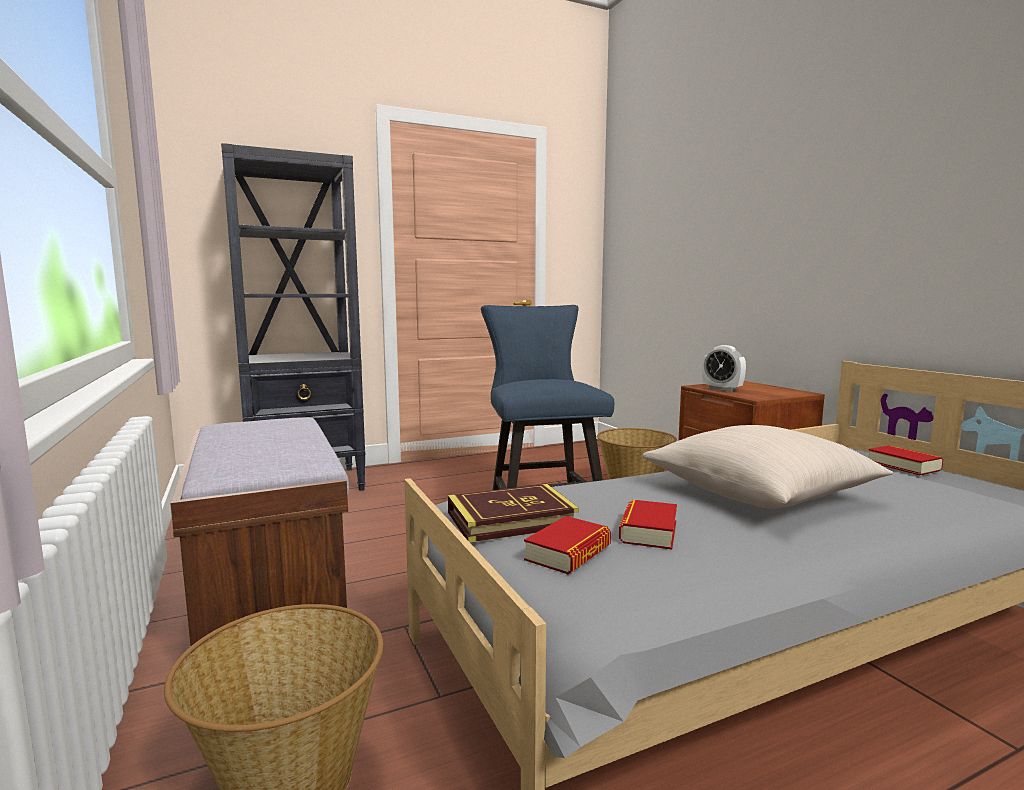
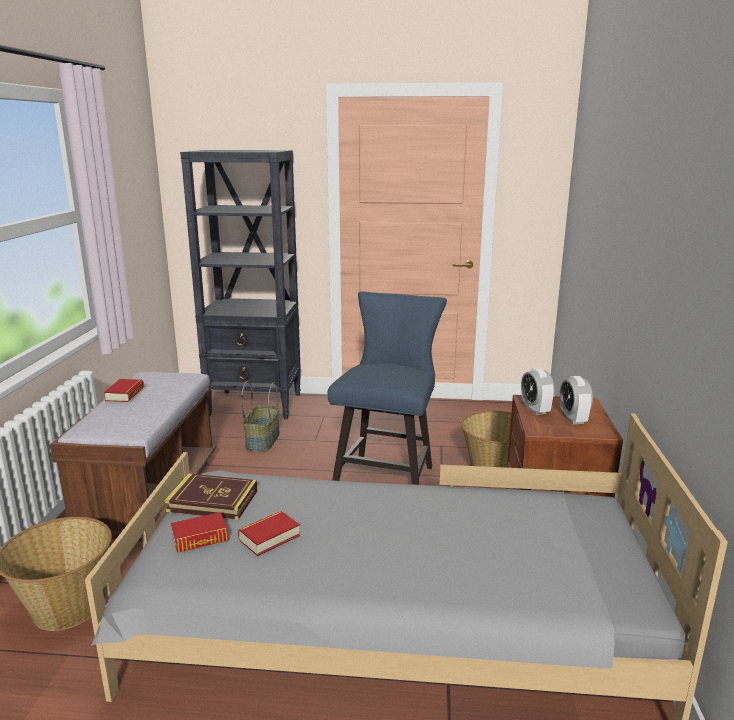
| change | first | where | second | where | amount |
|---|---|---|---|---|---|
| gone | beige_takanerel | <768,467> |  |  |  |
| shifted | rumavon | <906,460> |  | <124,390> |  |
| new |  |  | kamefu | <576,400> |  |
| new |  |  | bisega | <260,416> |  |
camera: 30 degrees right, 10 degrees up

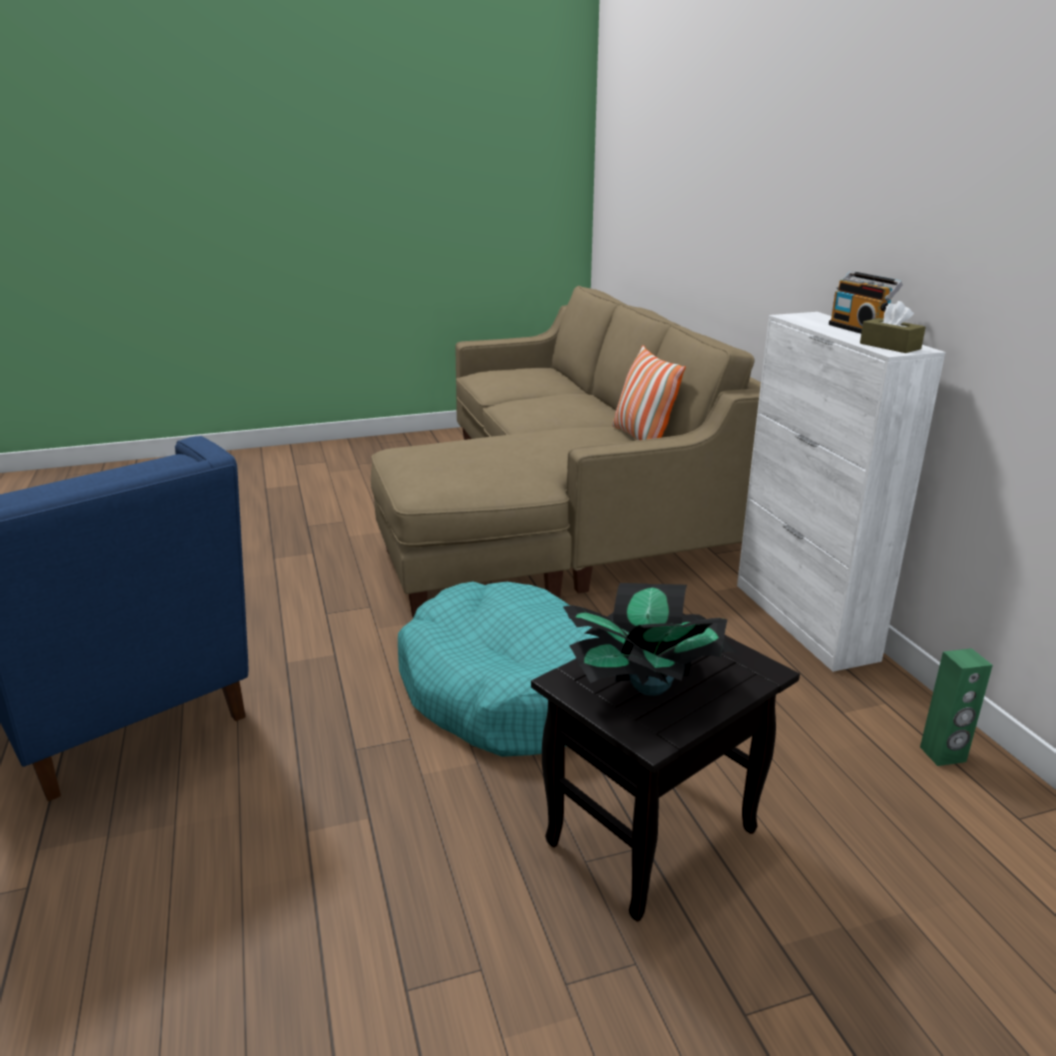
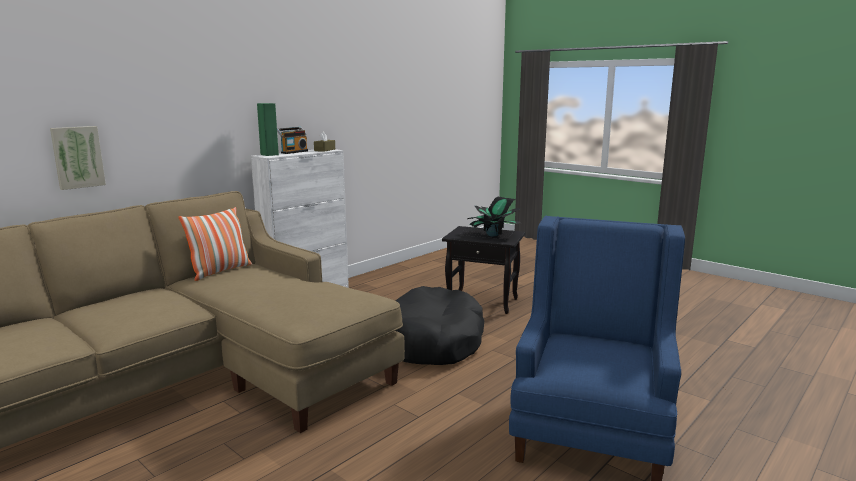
| change | first | where | second | where | amount |
|---|---|---|---|---|---|
| repainted | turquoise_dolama | <499,669> | black_dolama | <439,325> |  |
| shifted | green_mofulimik | <956,707> |  | <268,129> |  |
| new |  |  | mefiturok | <78,158> |  |
camera: 120 degrees left, 10 degrees down

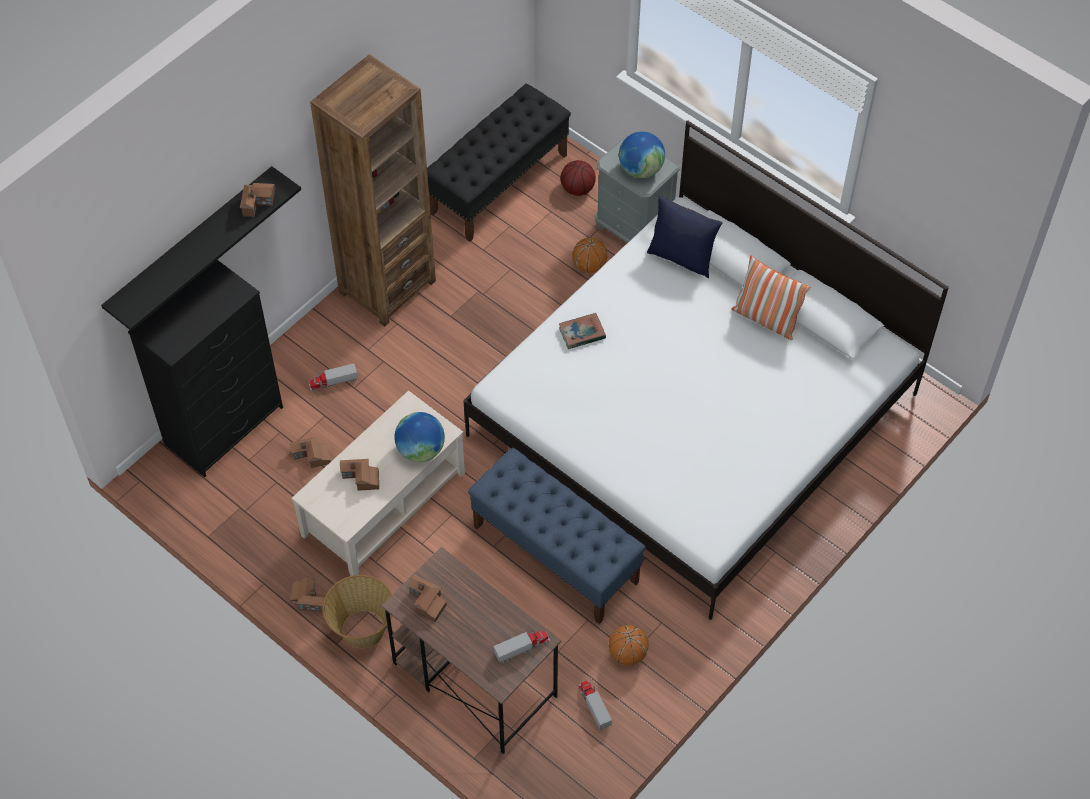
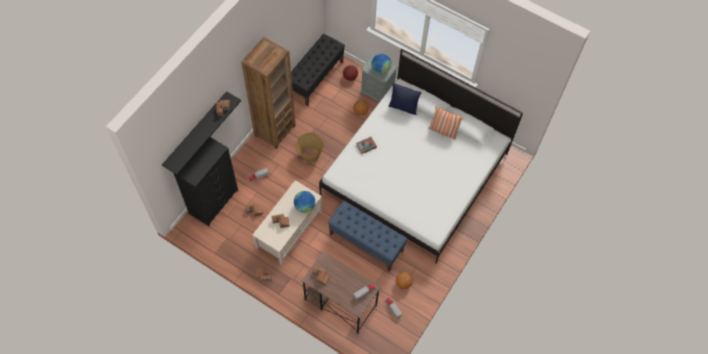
| change | first | where | second | where | amount |
|---|---|---|---|---|---|
| shifted | bisega | <357,612> |  | <309,148> |  |
camera: 10 degrees left, 5 degrees up

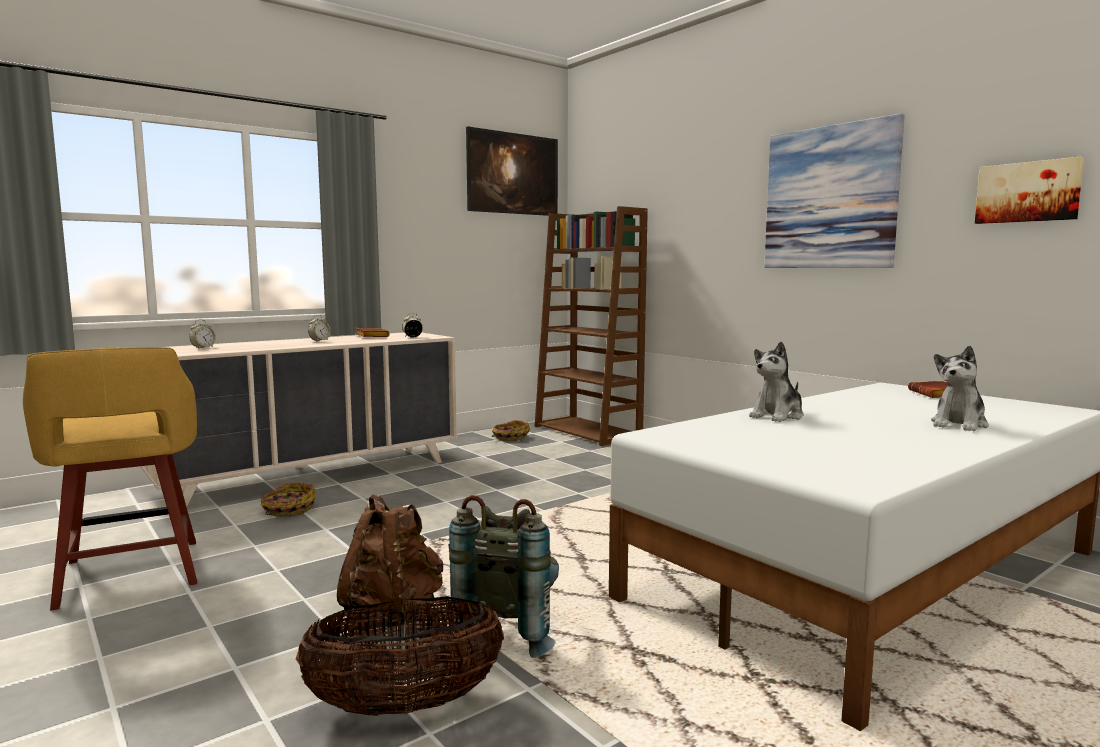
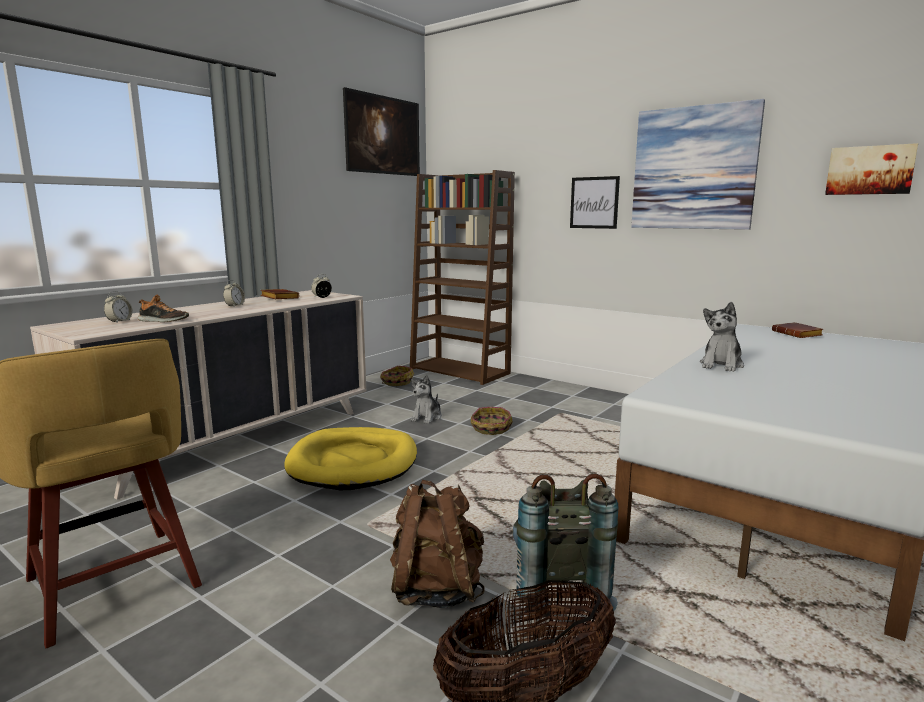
| change | first | where | second | where | amount |
|---|---|---|---|---|---|
| shifted | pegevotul | <960,388> |  | <426,399> |  |
| shifted | bisega | <288,500> |  | <492,421> |  |
| new |  |  | mefiturok | <595,202> |  |
| new |  |  | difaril | <163,308> |  |
| new |  |  | yellow_dolama | <350,458> |  |
camera: 15 degrees left, 5 degrees up

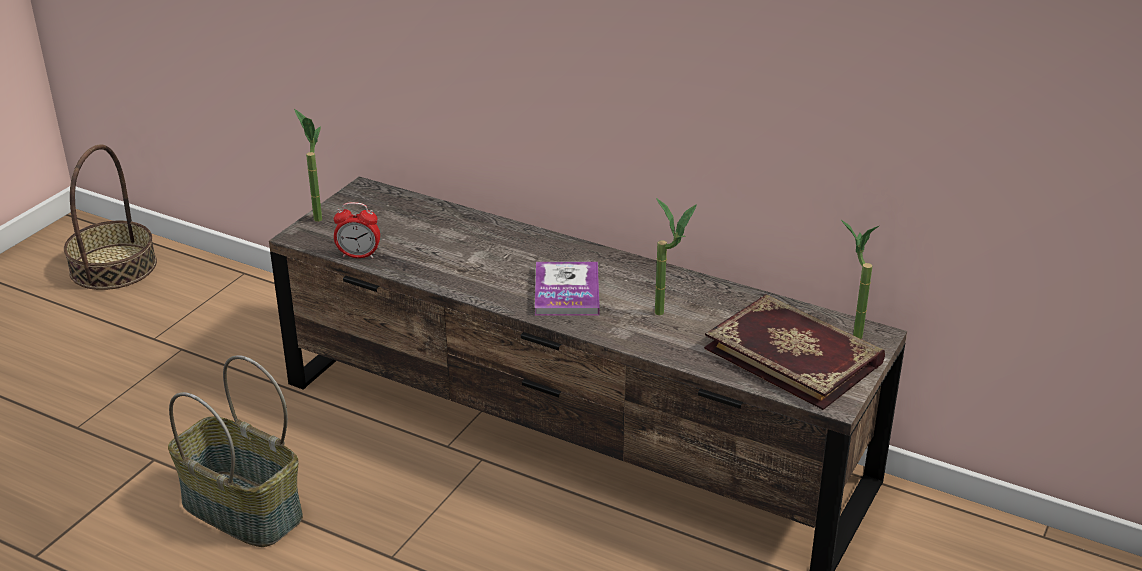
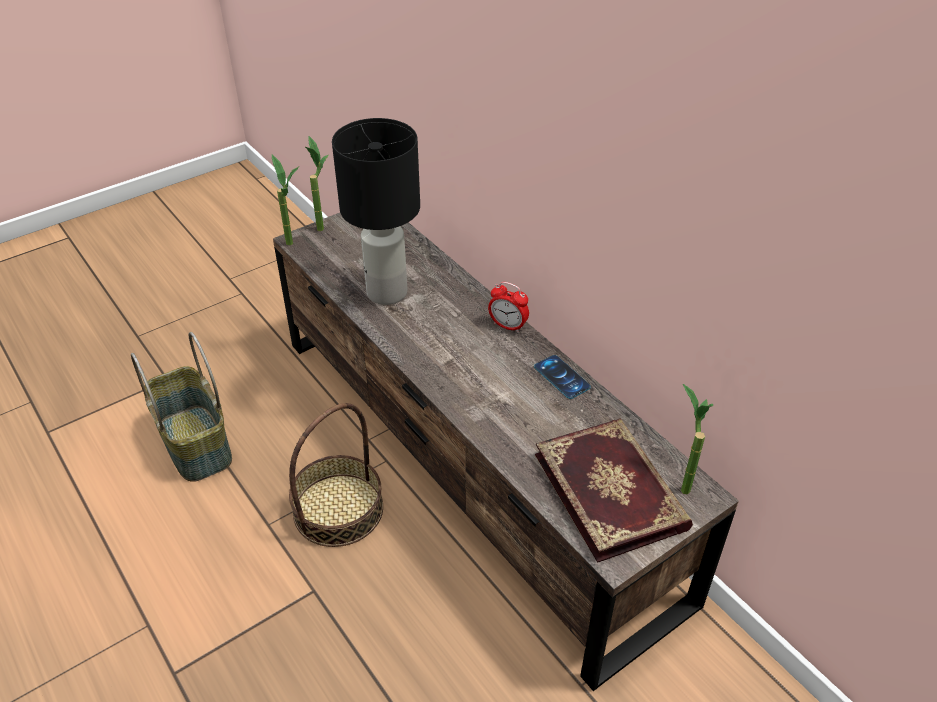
| change | first | where | second | where | amount |
|---|---|---|---|---|---|
| shifted | bisega | <110,217> |  | <336,475> |  |
| shifted | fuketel | <676,256> |  | <285,200> |  |
| shifted | kamefu | <357,230> |  | <508,307> |  |
| gone | rumavon | <567,289> |  |  |  |
| new |  |  | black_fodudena | <376,211> |  |
| new |  |  | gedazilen | <562,377> |  |
camera: 25 degrees right, 10 degrees up

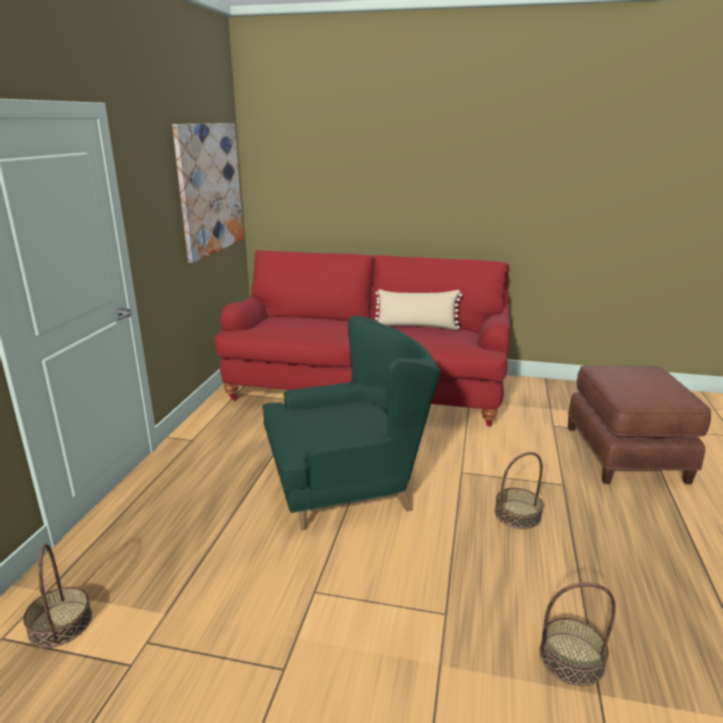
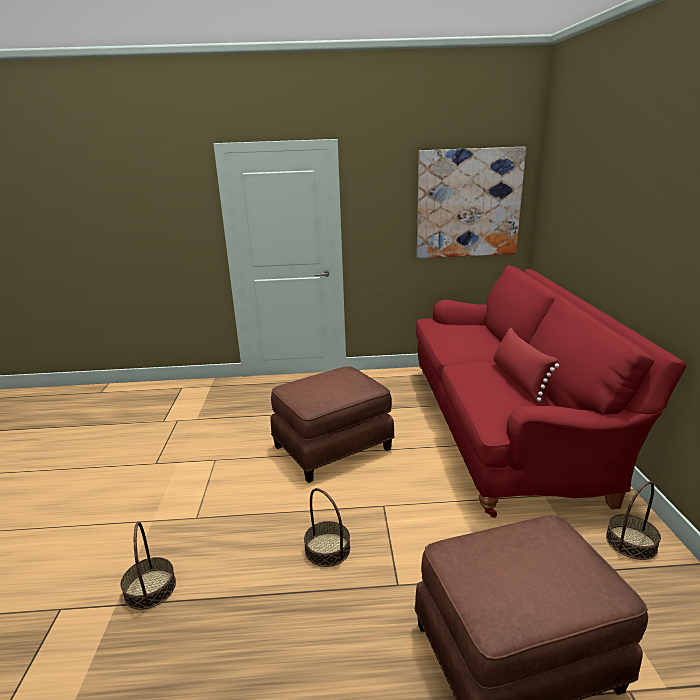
| change | first | where | second | where | amount |
|---|---|---|---|---|---|
| repainted | beige_takanerel | <418,309> | red_takanerel | <526,365> |  |
| swapped | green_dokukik | <351,422> | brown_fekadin | <332,424> |  |
| shifted | bisega | <57,596> |  | <633,520> |  |
camera: 75 degrees right, 0 degrees up

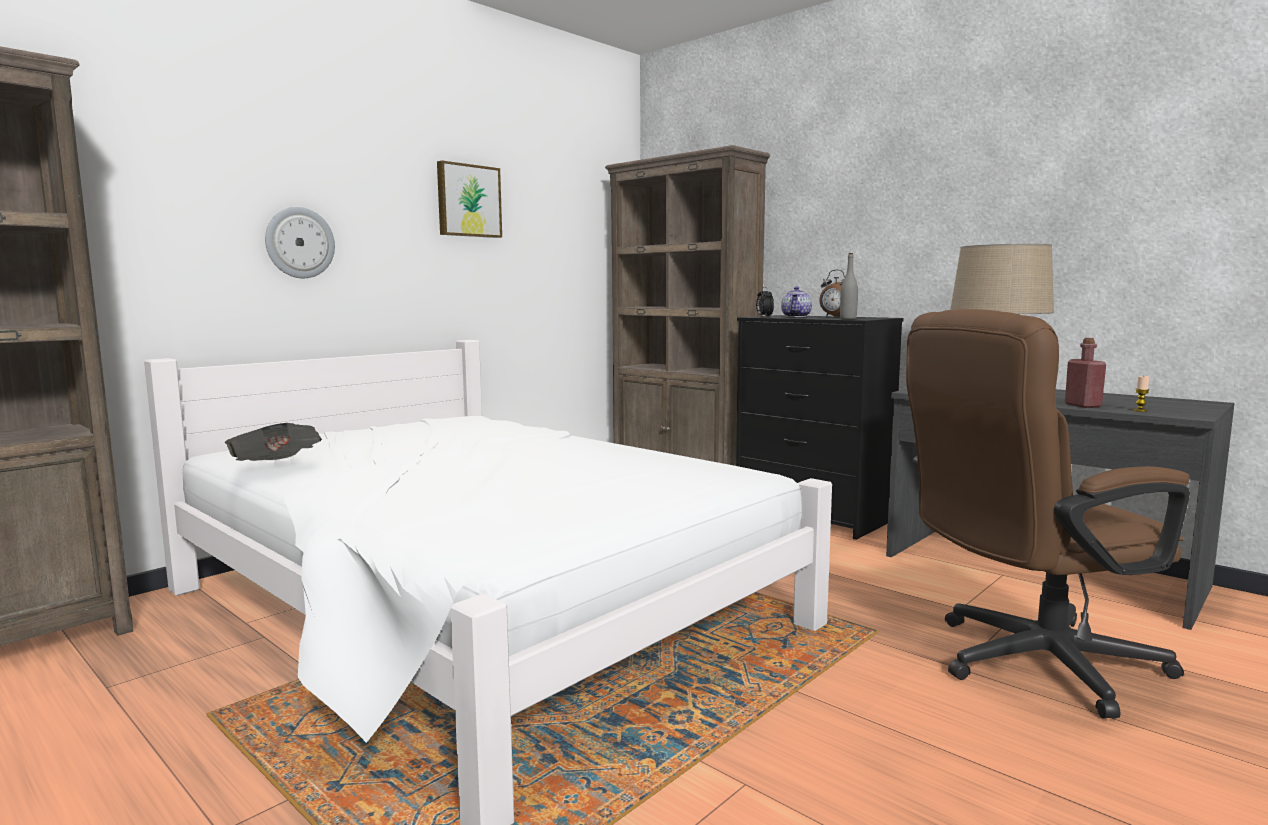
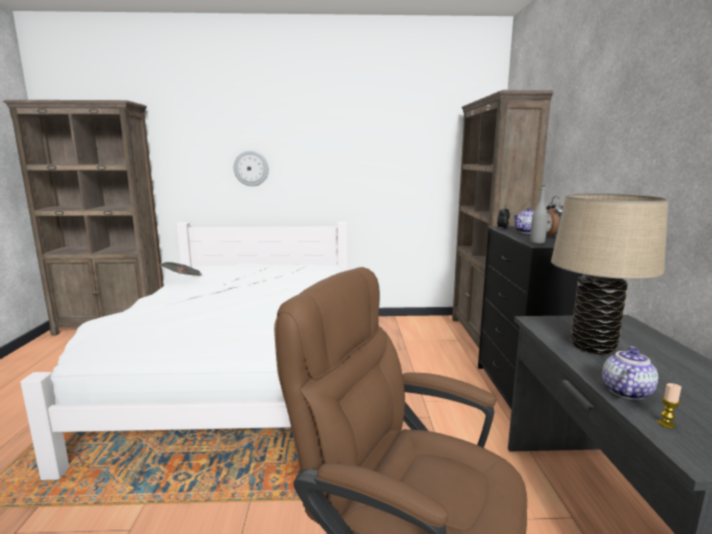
| change | first | where | second | where | amount |
|---|---|---|---|---|---|
| gone | mefiturok | <469,199> |  |  |  |
| swapped | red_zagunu | <1085,373> | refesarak | <630,373> |  |
camera: 45 degrees right, 5 degrees up

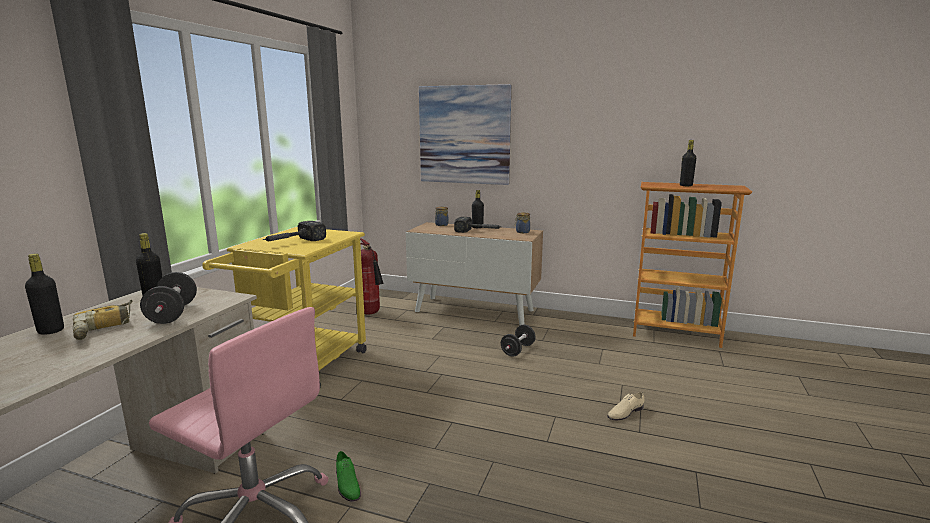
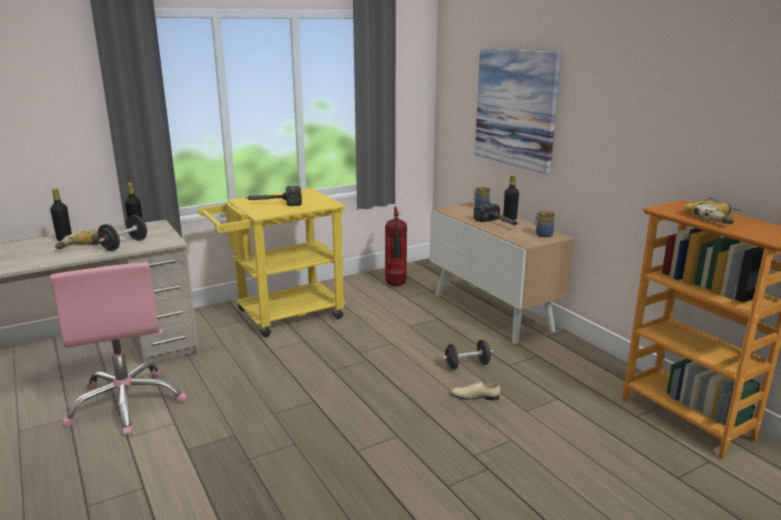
| change | first | where | second | where | amount |
|---|---|---|---|---|---|
| swapped | black_zagunu | <688,163> | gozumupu | <715,211> |  |
| shifted | beige_difaril | <626,406> |  | <475,390> |  |
| gone | green_difaril | <348,476> |  |  |  |
camera: 40 degrees right, 5 degrees up

